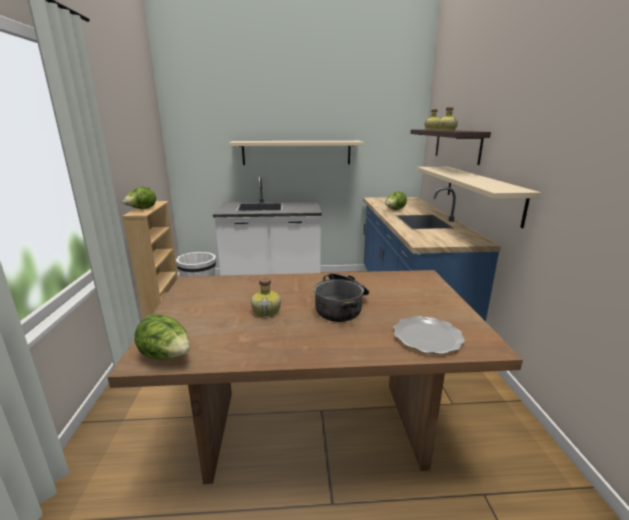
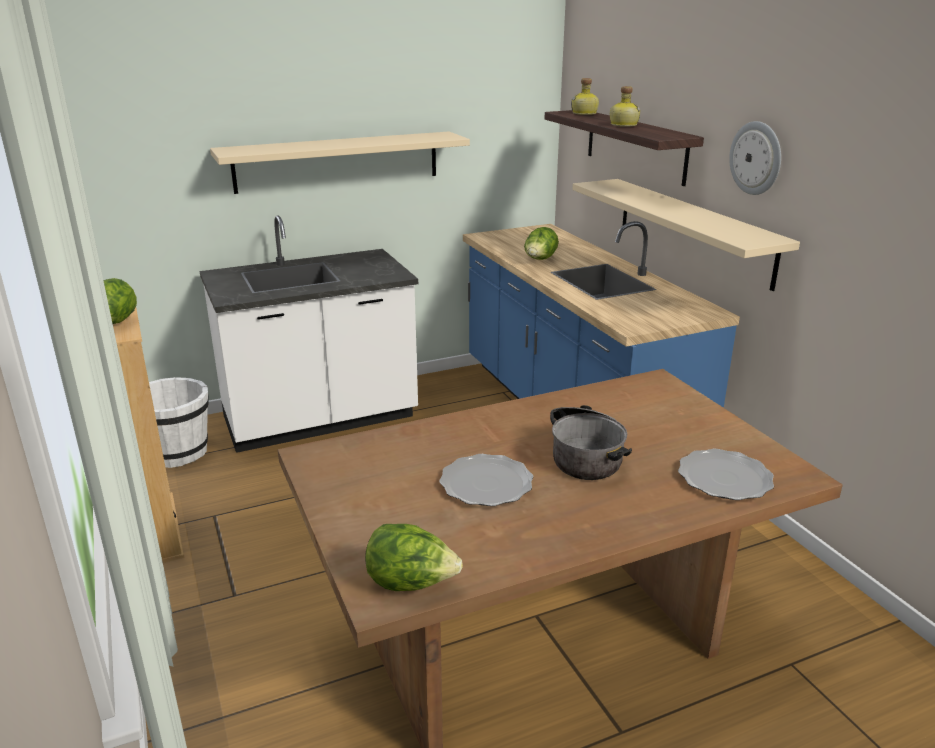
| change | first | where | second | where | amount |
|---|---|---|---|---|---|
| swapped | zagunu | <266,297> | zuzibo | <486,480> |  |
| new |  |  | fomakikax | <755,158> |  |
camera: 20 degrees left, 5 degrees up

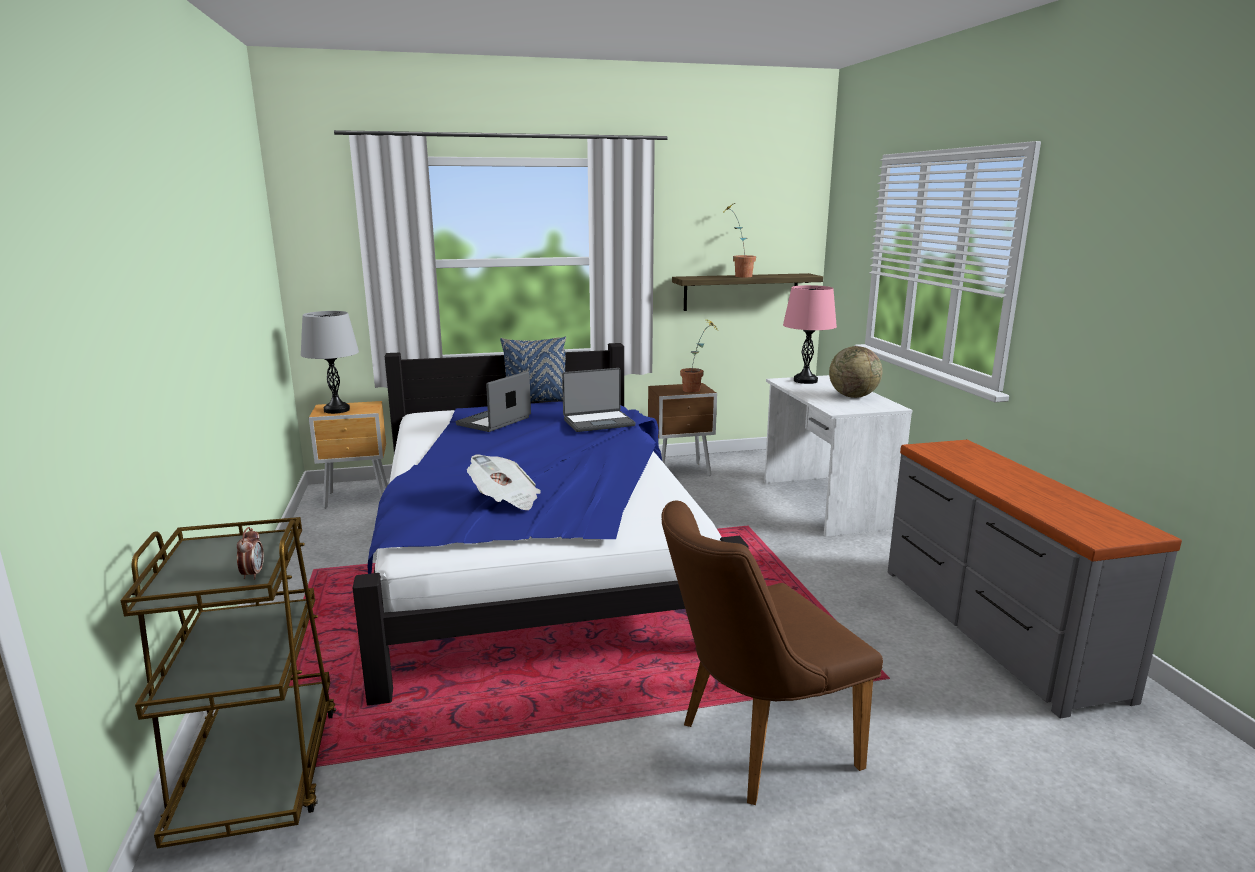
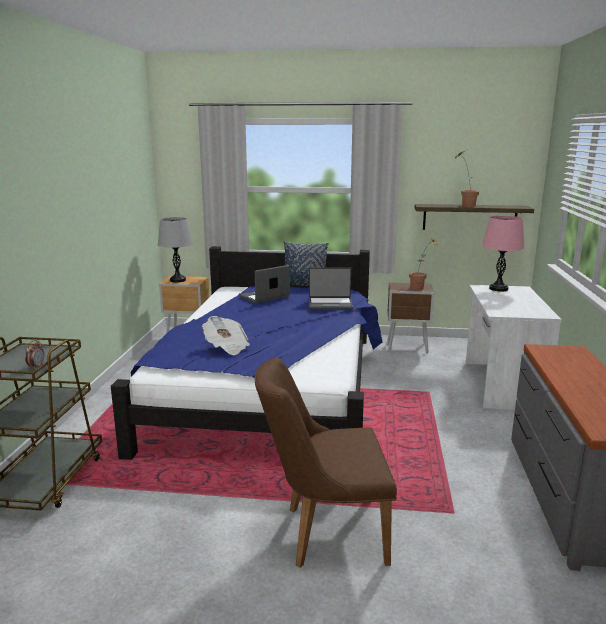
| change | first | where | second | where | amount |
|---|---|---|---|---|---|
| gone | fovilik | <856,372> |  |  |  |
camera: 20 degrees right, 0 degrees up

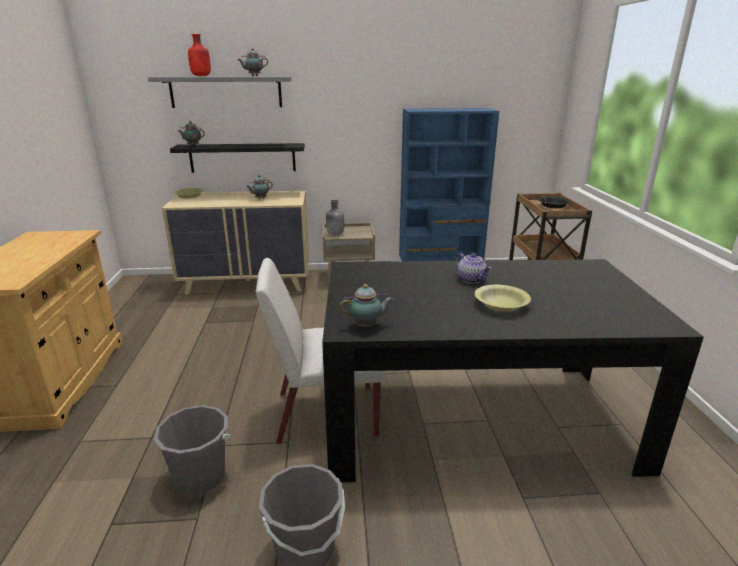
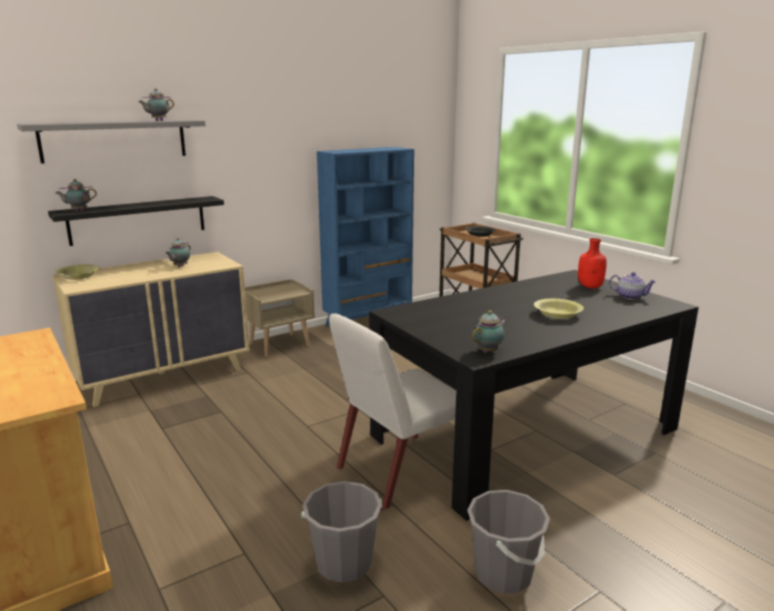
| change | first | where | second | where | amount |
|---|---|---|---|---|---|
| shifted | red_zagunu | <199,55> |  | <592,263> |  |
| gone | grey_zagunu | <335,217> |  |  |  |
| shifted | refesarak | <473,268> |  | <632,286> |  |
camera: 30 degrees left, 5 degrees down

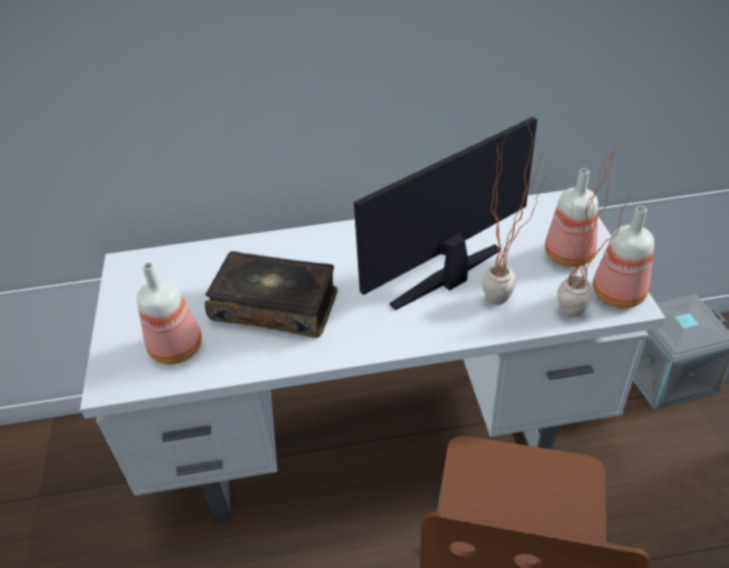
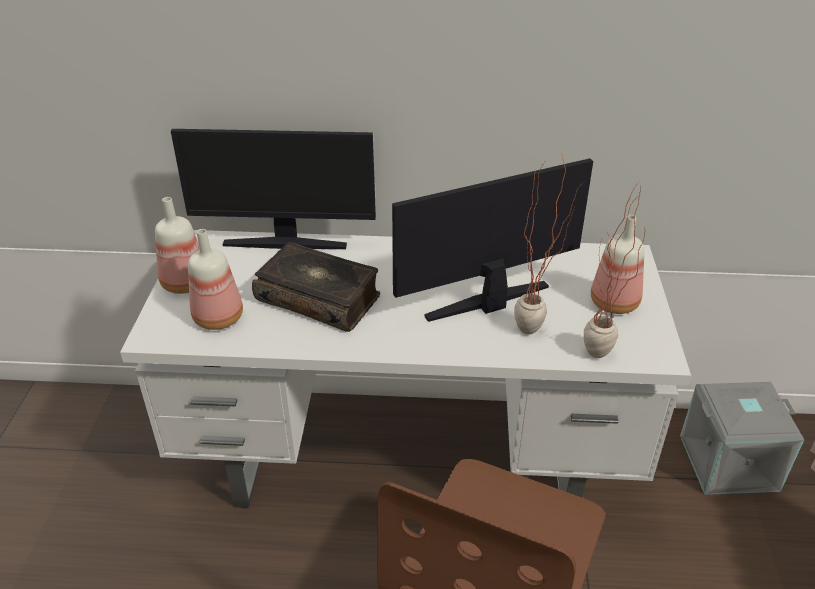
| change | first | where | second | where | amount |
|---|---|---|---|---|---|
| shifted | zagunu | <623,257> |  | <177,245> |  |
| new |  |  | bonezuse | <273,189> |  |
camera: 10 degrees right, 5 degrees down

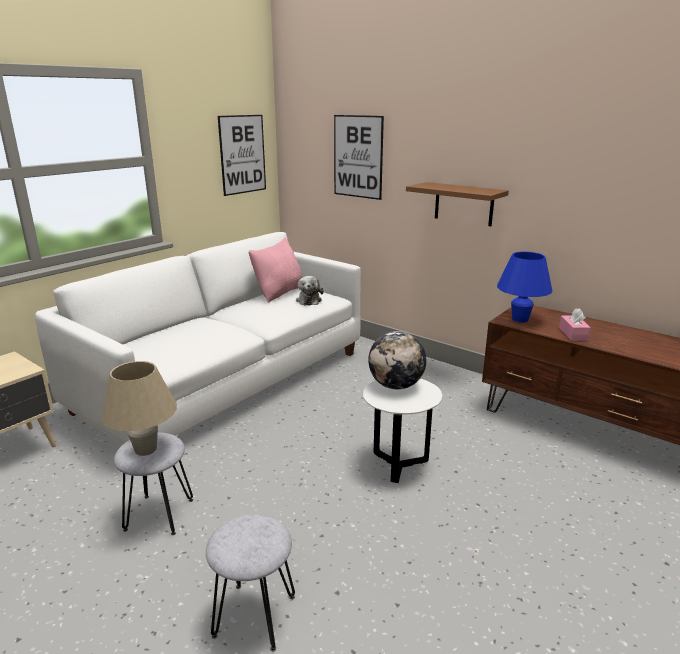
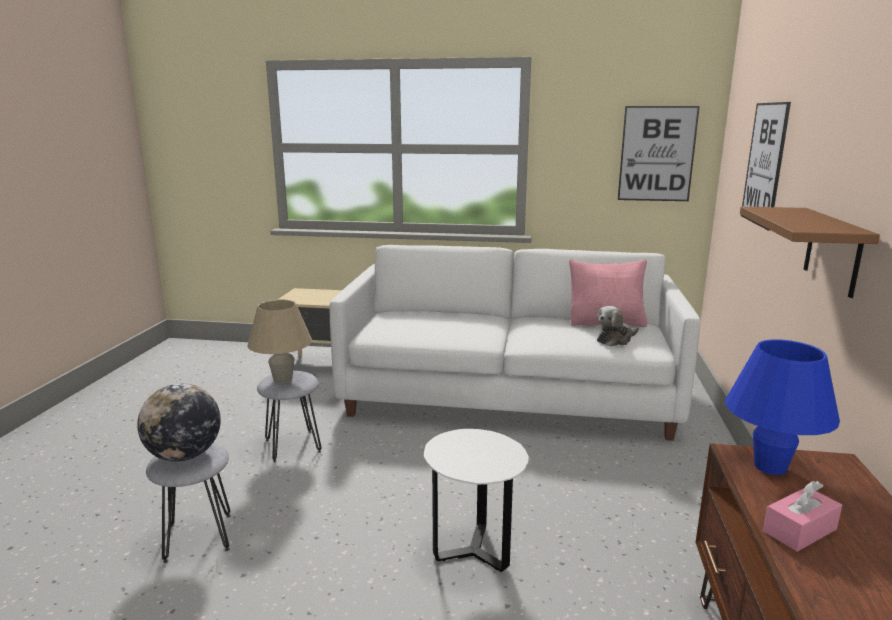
| change | first | where | second | where | amount |
|---|---|---|---|---|---|
| shifted | fovilik | <397,360> |  | <179,423> |  |
camera: 60 degrees right, 5 degrees down

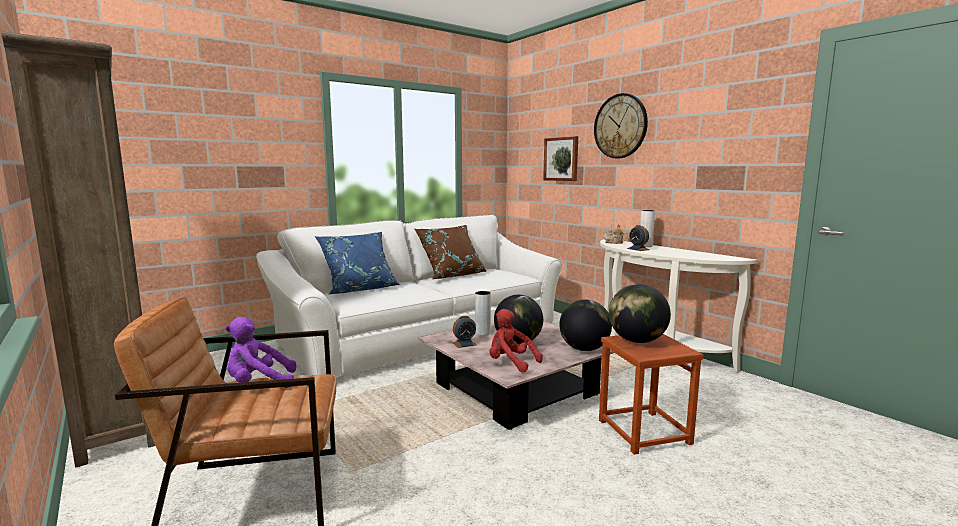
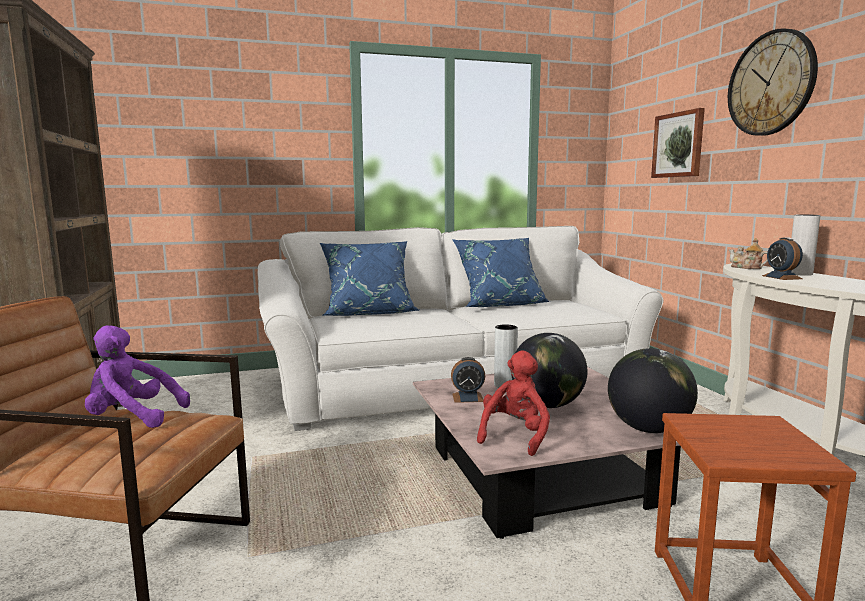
| change | first | where | second | where | amount |
|---|---|---|---|---|---|
| repainted | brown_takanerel | <450,252> | blue_takanerel | <501,272> |  |
| gone | fovilik | <640,313> |  |  |  |
| rotated | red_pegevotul | <516,340> |  | <513,403> | 60 degrees clockwise |
camera: 20 degrees right, 0 degrees up

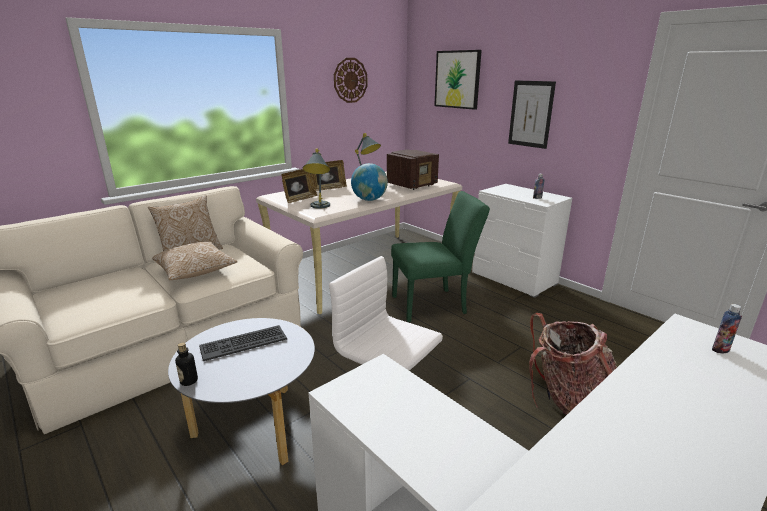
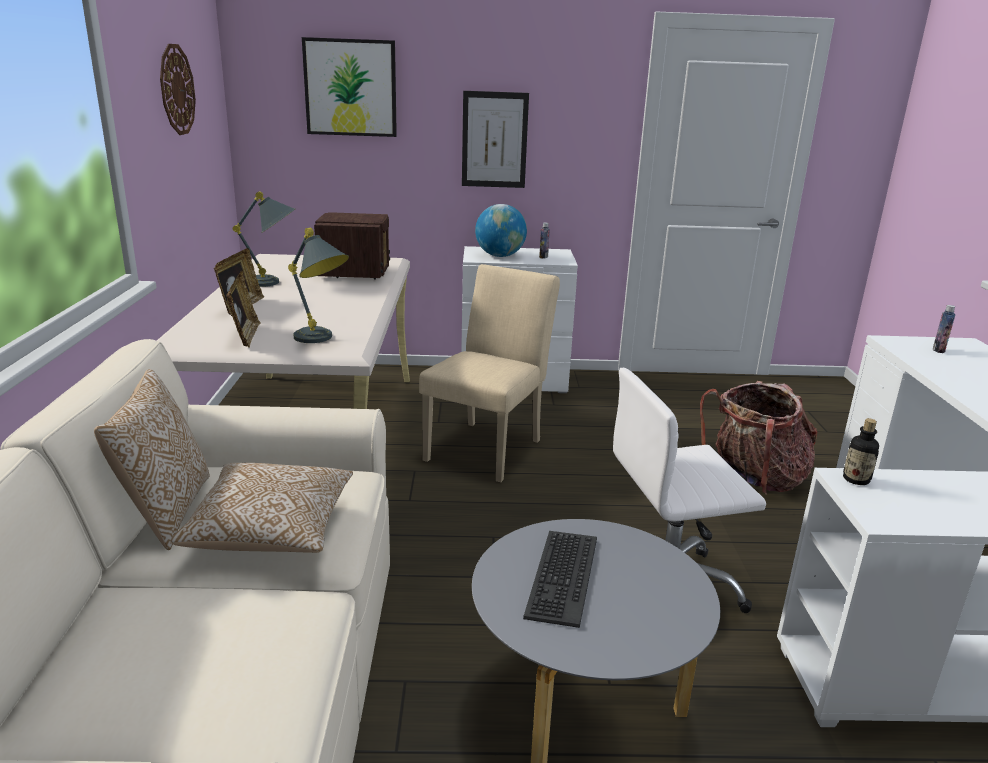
| change | first | where | second | where | amount |
|---|---|---|---|---|---|
| shifted | fovilik | <369,182> |  | <501,230> |  |
| repainted | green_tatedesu | <440,256> | beige_tatedesu | <489,373> |  |
| shifted | zagunu | <186,364> |  | <861,451> |  |
camera: 50 degrees left, 0 degrees up

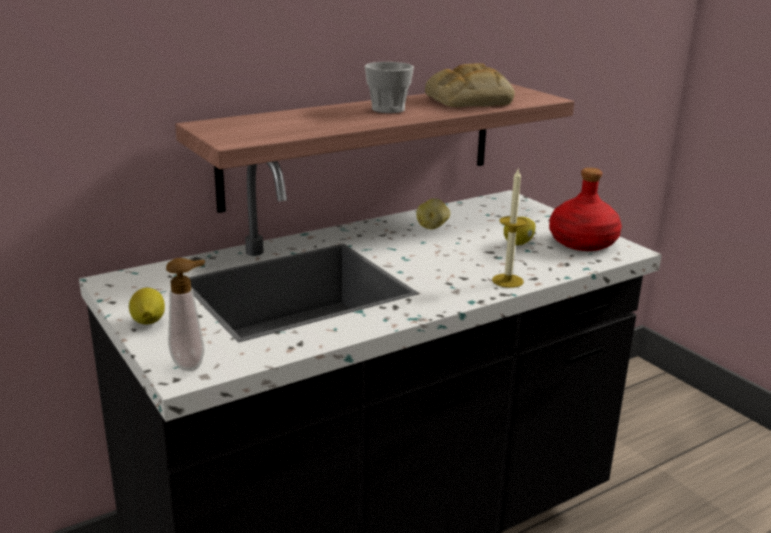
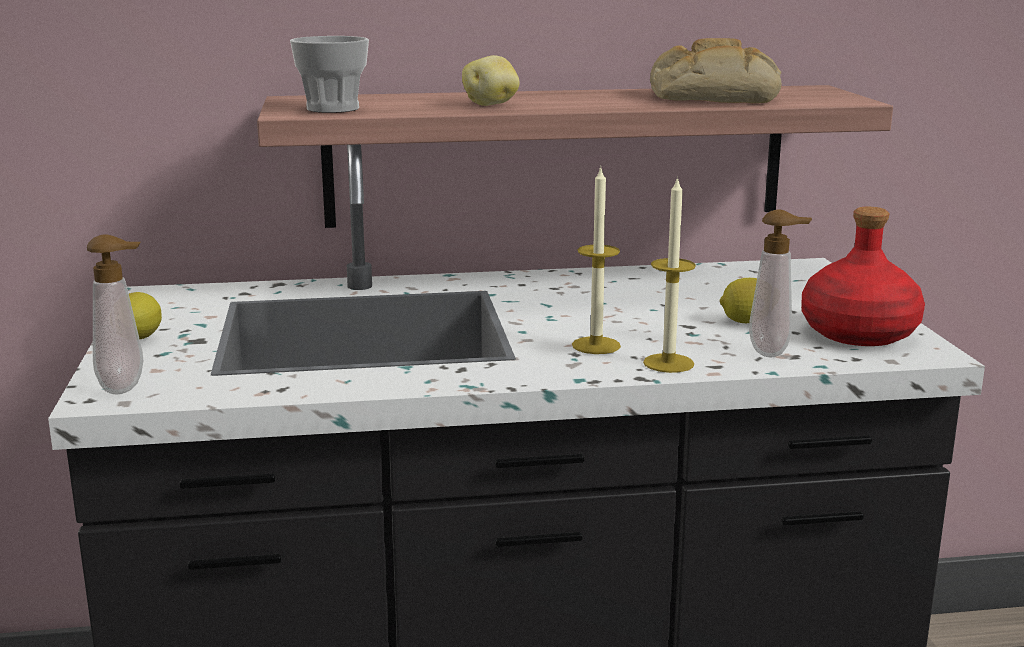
| change | first | where | second | where | amount |
|---|---|---|---|---|---|
| shifted | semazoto | <389,87> |  | <329,74> |  |
| shifted | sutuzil | <433,213> |  | <490,80> |  |
| new |  |  | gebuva | <596,259> |  |
| new |  |  | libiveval | <780,283> |  |
camera: 25 degrees right, 5 degrees down

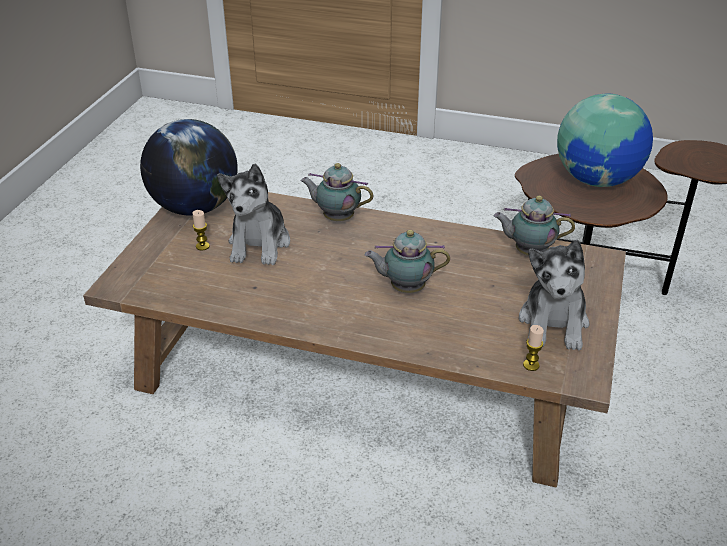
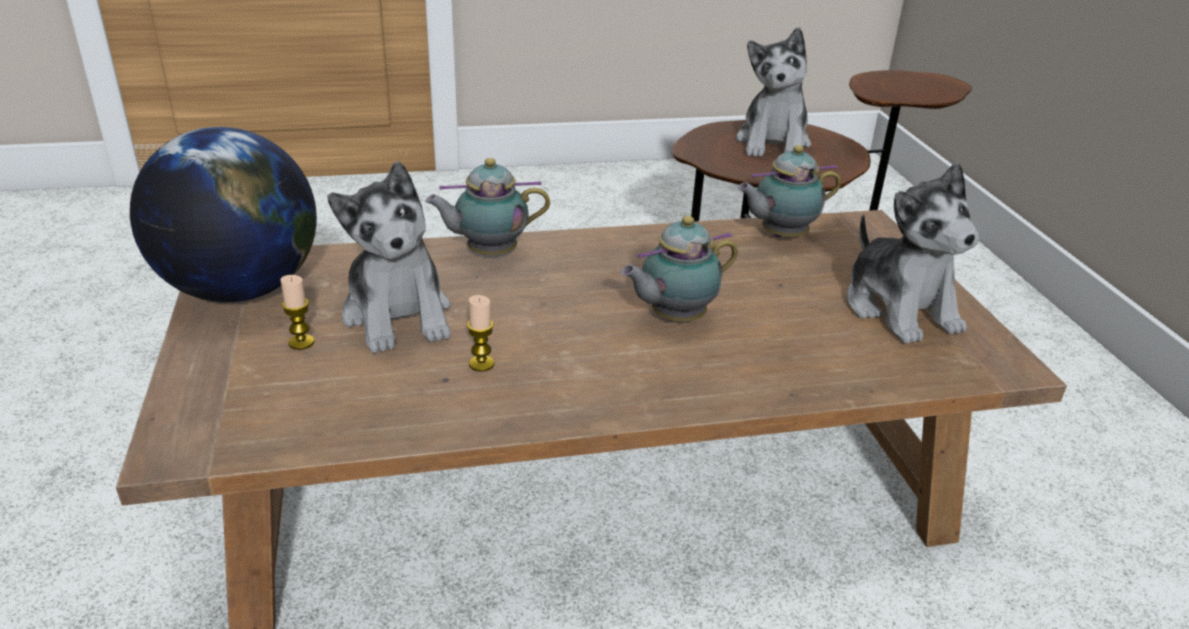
| change | first | where | second | where | amount |
|---|---|---|---|---|---|
| swapped | fovilik | <605,140> | pegevotul | <773,92> |  |
| shifted | gebuva | <533,348> |  | <480,333> |  |
camera: 30 degrees left, 5 degrees down

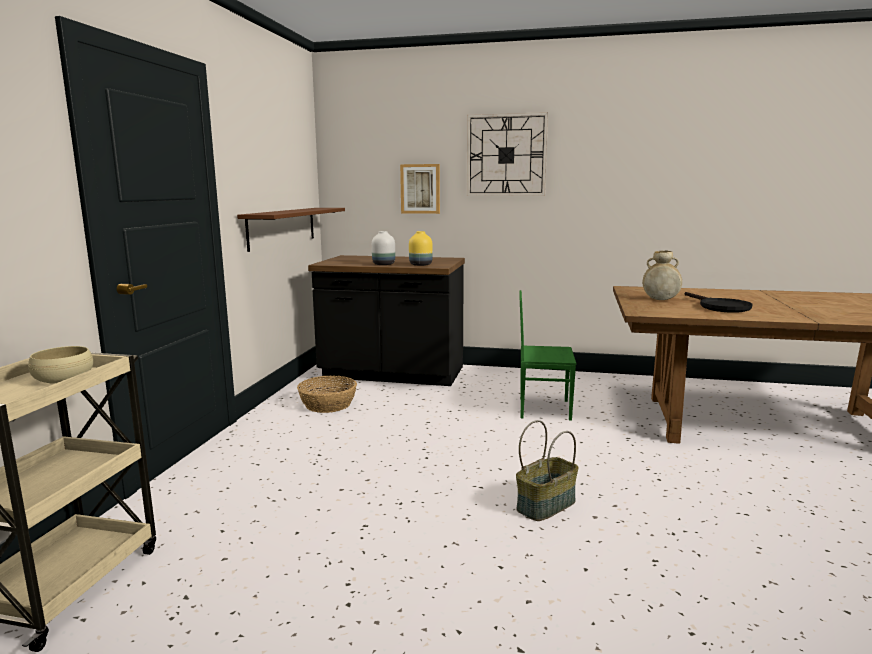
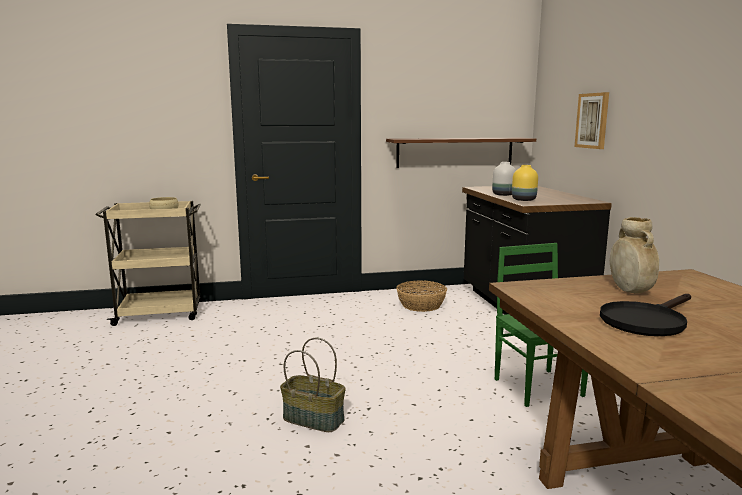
| change | first | where | second | where | amount |
|---|---|---|---|---|---|
| gone | fomakikax | <507,154> |  |  |  |
camera: 65 degrees right, 0 degrees up

